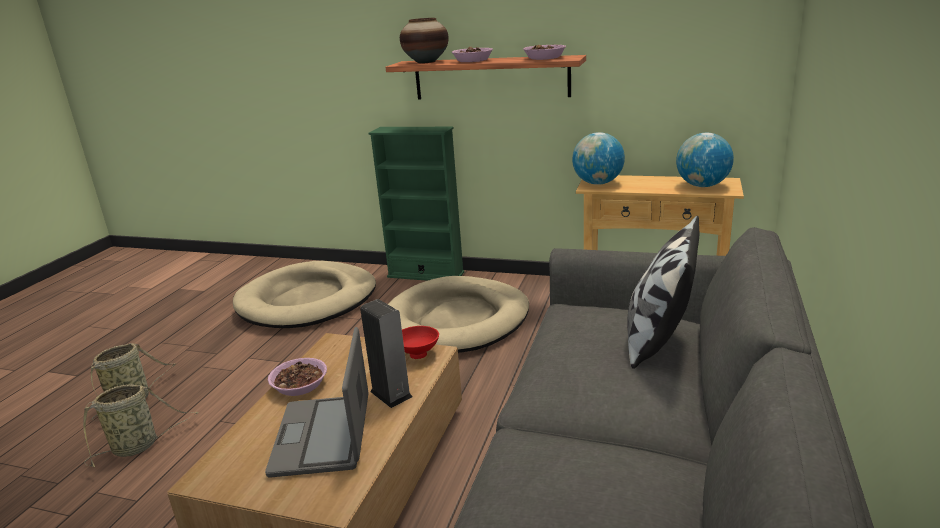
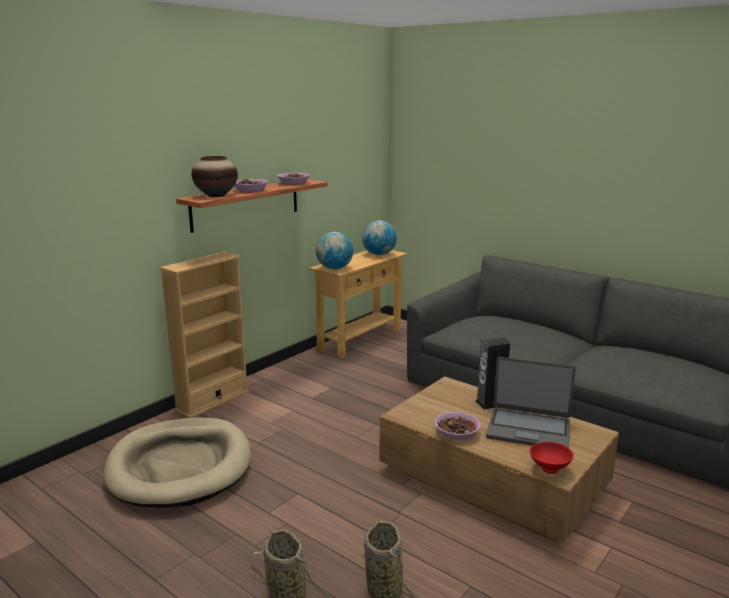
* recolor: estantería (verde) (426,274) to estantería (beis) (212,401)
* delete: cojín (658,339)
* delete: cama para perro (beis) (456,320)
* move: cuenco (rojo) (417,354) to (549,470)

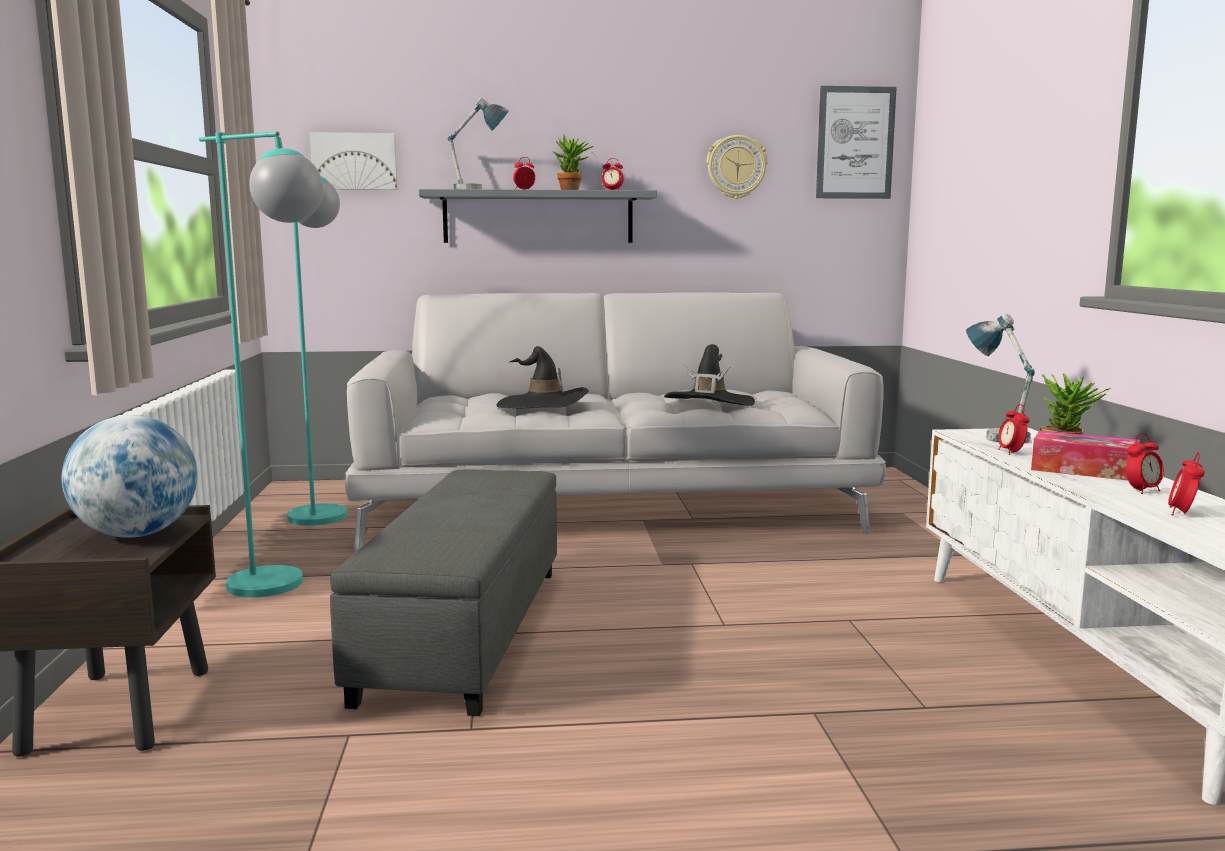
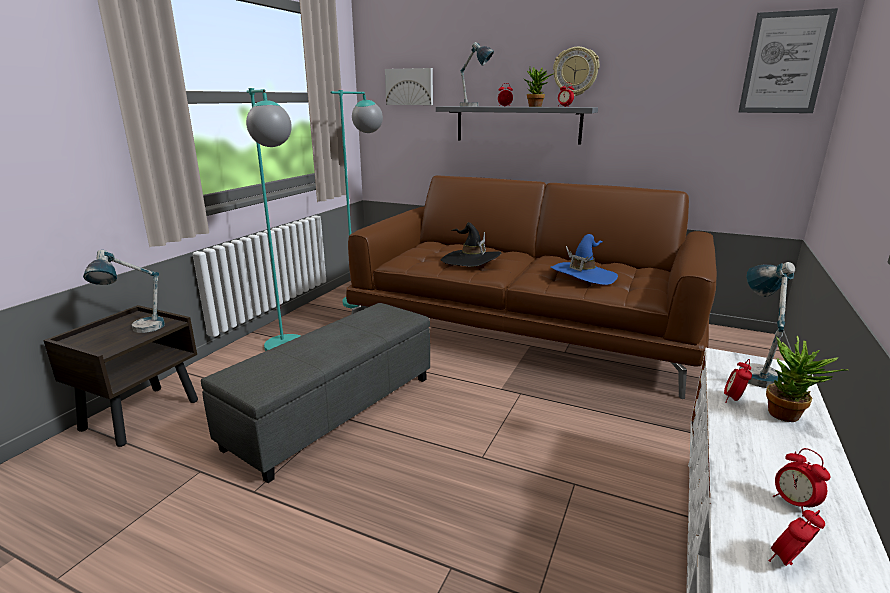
* move: reloj de pared (736,167) to (575,71)
* recolor: sofá (gris) (612,504) to sofá (marrón) (525,327)
* recolor: sombrero (negro) (709,402) to sombrero (azul) (583,276)
* replace: globo terráqueo (137,534) to lámpara de mesa (137,331)
* delete: caja de pañuelos (1083,470)
* rotate: despertador (1142,491) = (793,504) 60 degrees clockwise

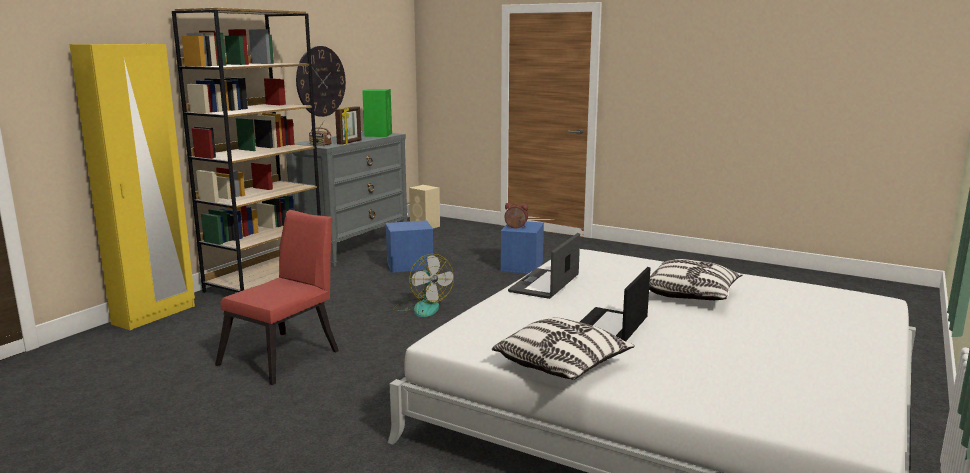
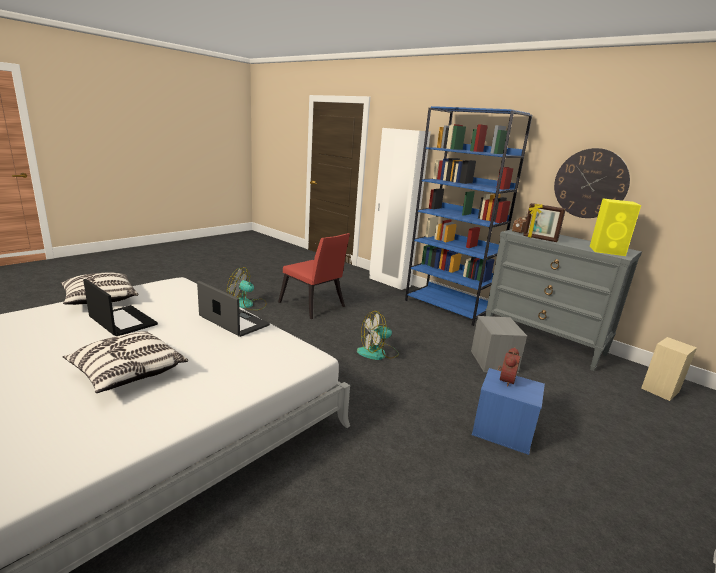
* recolor: estantería (marrón) (266,280) to estantería (azul) (448,307)
* recolor: armario ropero (amarillo) (154,315) to armario ropero (blanco) (389,282)
* recolor: altavoz (verde) (378,135) to altavoz (amarillo) (608,251)
* recolor: caja de almacenaje (azul) (409,265) to caja de almacenaje (gris) (492,361)
* insert: ventilador (248,304)

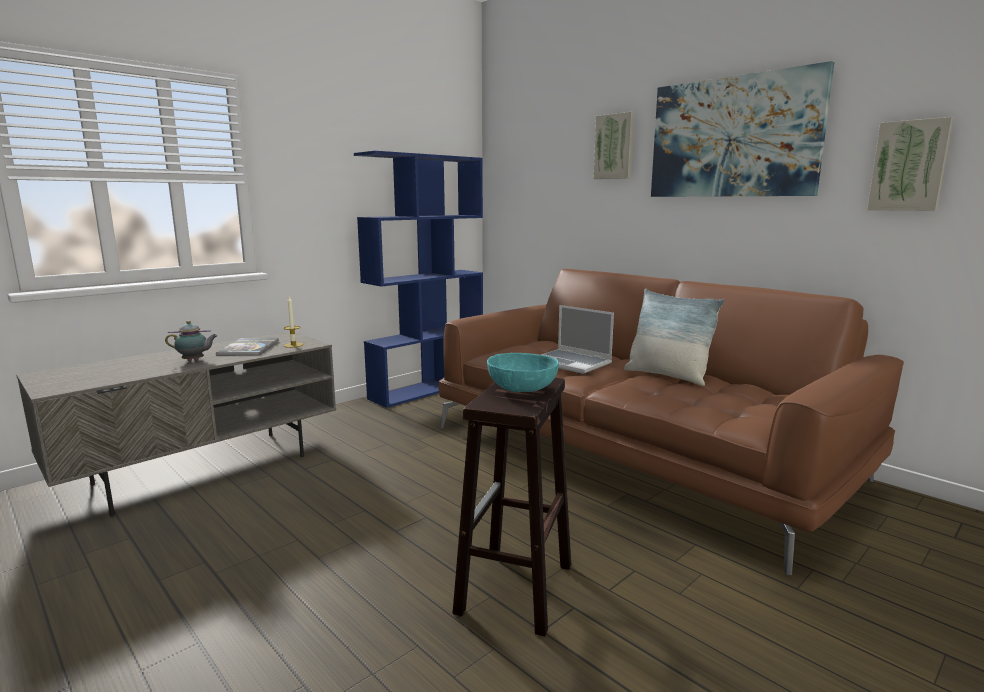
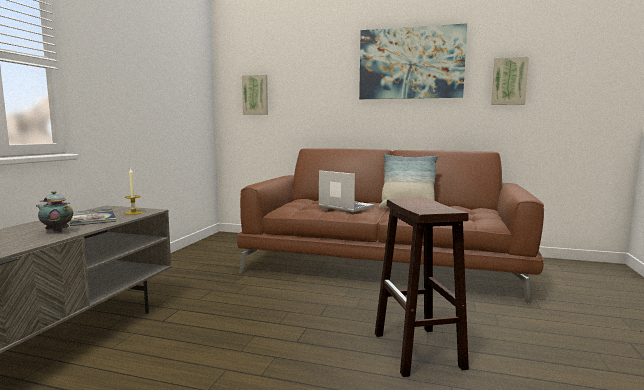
* move: cuadro (615,147) to (255,95)
* delete: estantería (azul) (428,389)
* rotate: portátil (572,363) = (345,207) 150 degrees counterclockwise
* rotate: tetera (194,361) = (56,231) 120 degrees counterclockwise
* delete: cuenco (turquesa) (522,389)

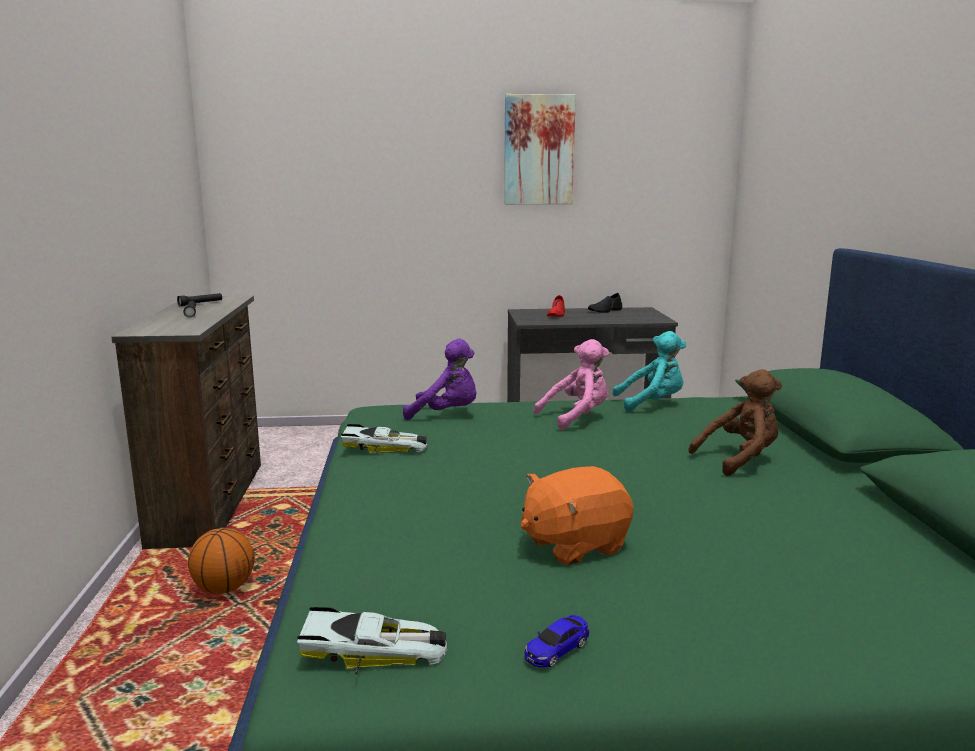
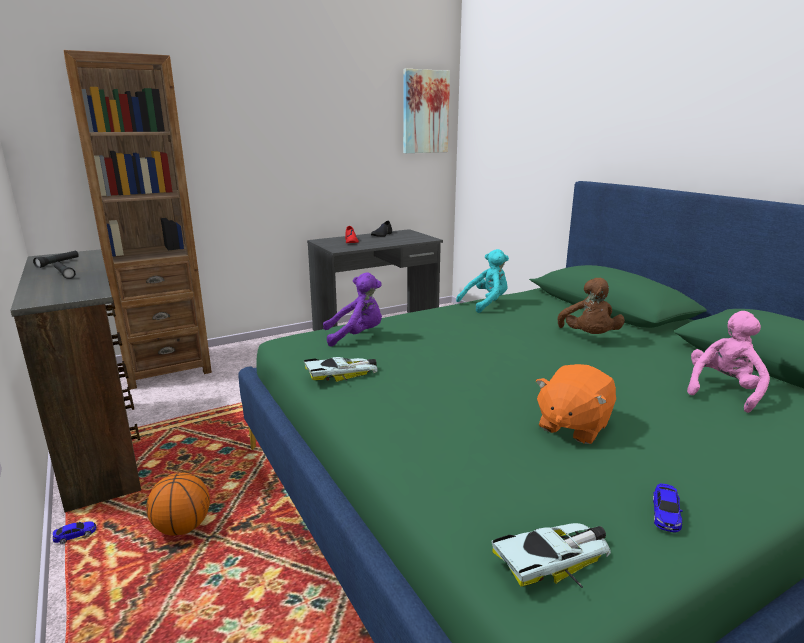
* move: cuadro (538,150) to (425,112)
* move: peluche (rosa) (577,417) to (723,391)
* rotate: peluche (marrón) (740,459) = (588,337) 135 degrees clockwise
* insert: estantería (marrón) (166,368)
* insert: coche de juguete (75,535)

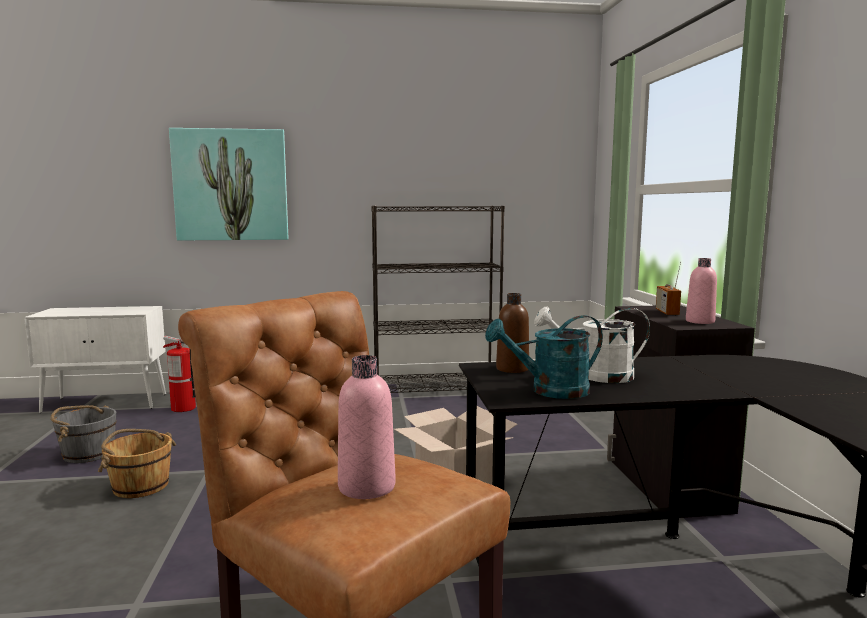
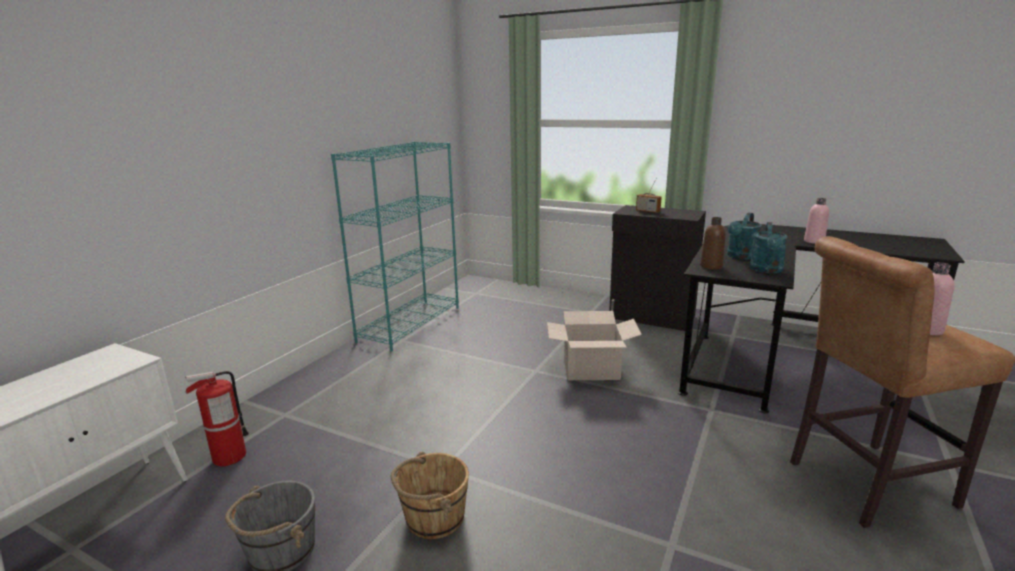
* delete: cuadro (231,185)
* recolor: estantería (negro) (437,390) to estantería (turquesa) (410,323)
* move: botella (rosa) (700,321) to (814,241)
* recolor: regadera (blanco) (595,376) to regadera (turquesa) (740,256)

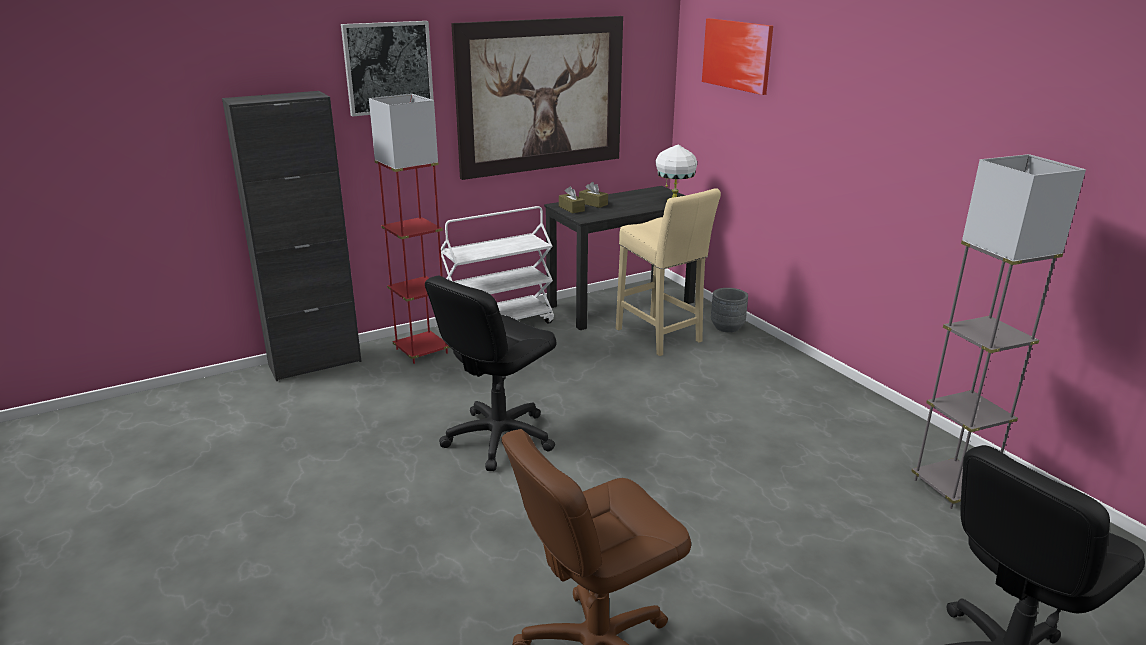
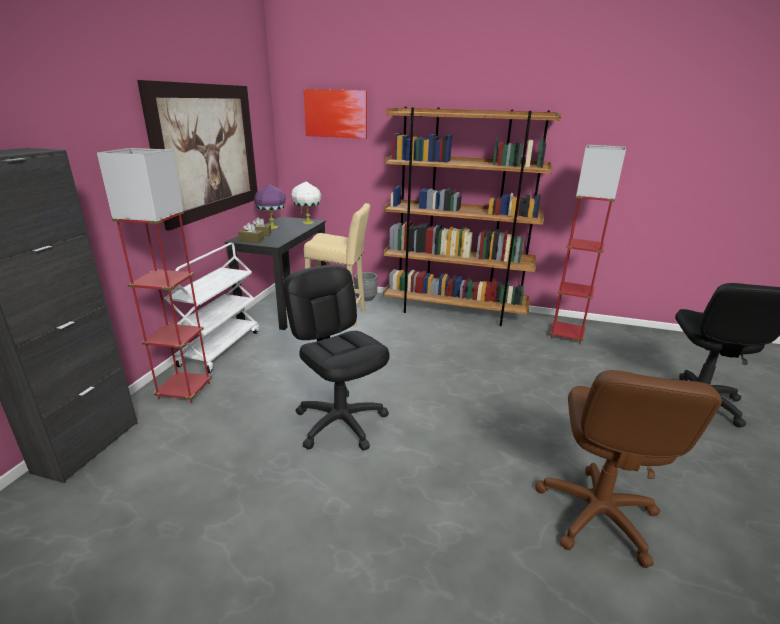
* delete: cuadro (388,67)
* recolor: lámpara de pie (gris) (952,488) to lámpara de pie (rojo) (566,335)
* rotate: silla de oficina (negro) (498,438) = (341,422) 150 degrees clockwise
* insert: estantería (marrón) (454,311)
* insert: lámpara de mesa (morado) (273,227)

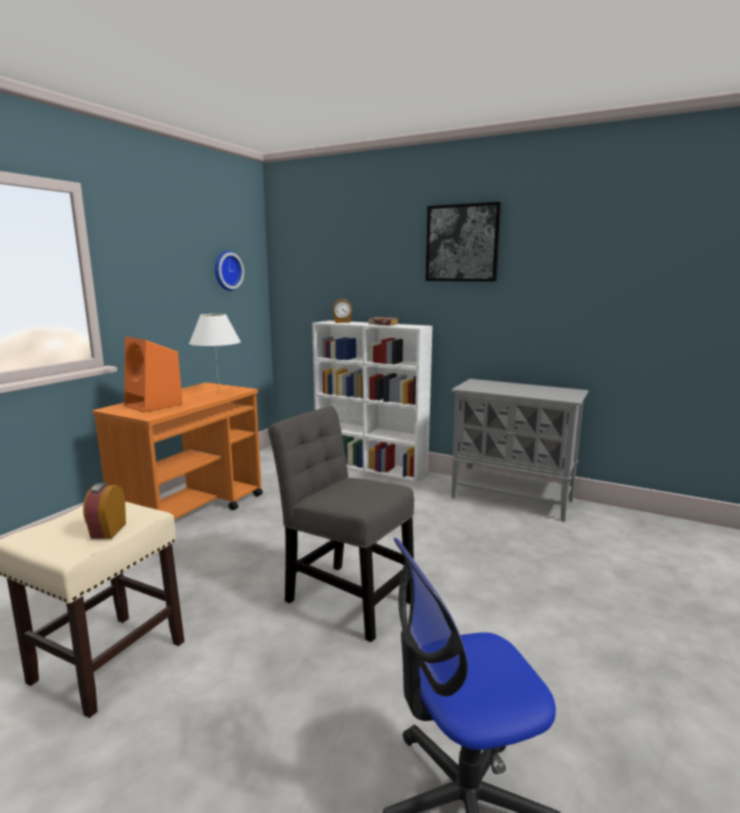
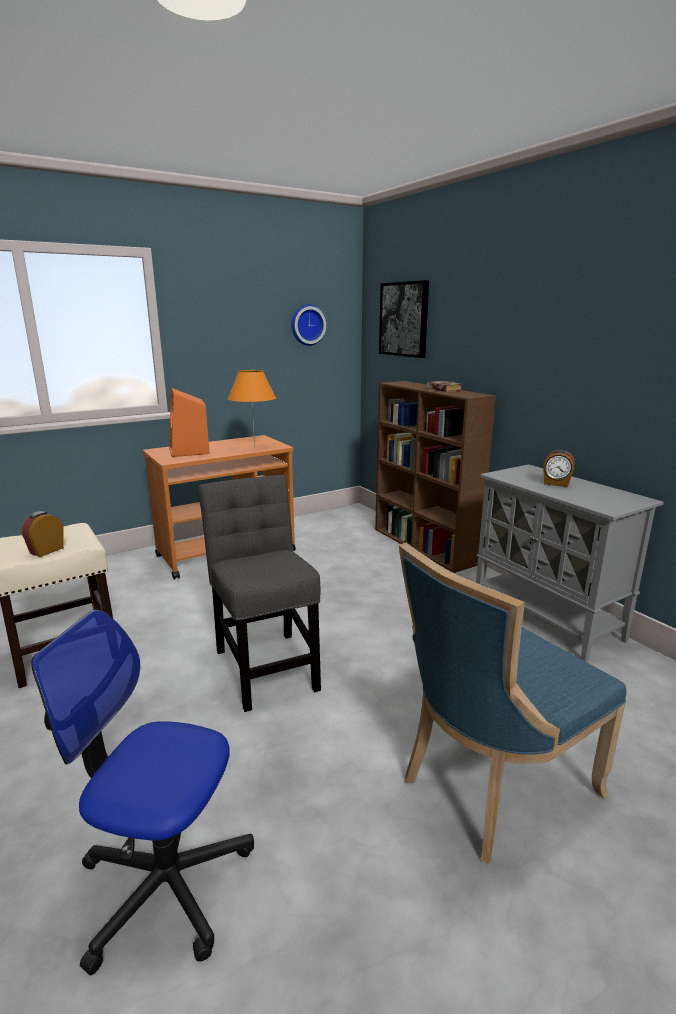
* move: cuadro (462,243) to (404,319)
* move: despertador (342,322) to (556,484)
* recolor: lámpara de mesa (blanco) (219,393) to lámpara de mesa (naranja) (254,447)
* recolor: estantería (blanco) (371,467) to estantería (marrón) (424,546)
* insert: silla (azul) (491,785)

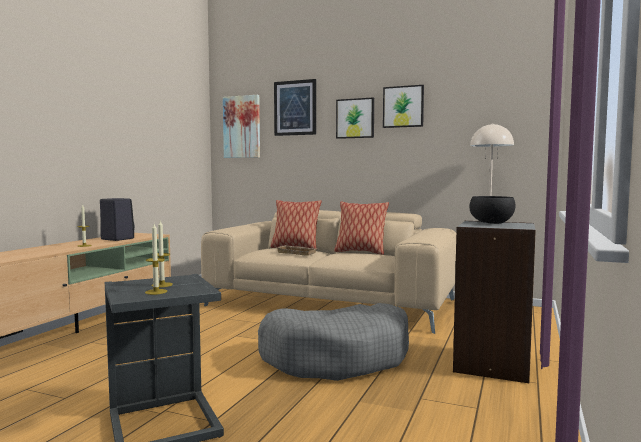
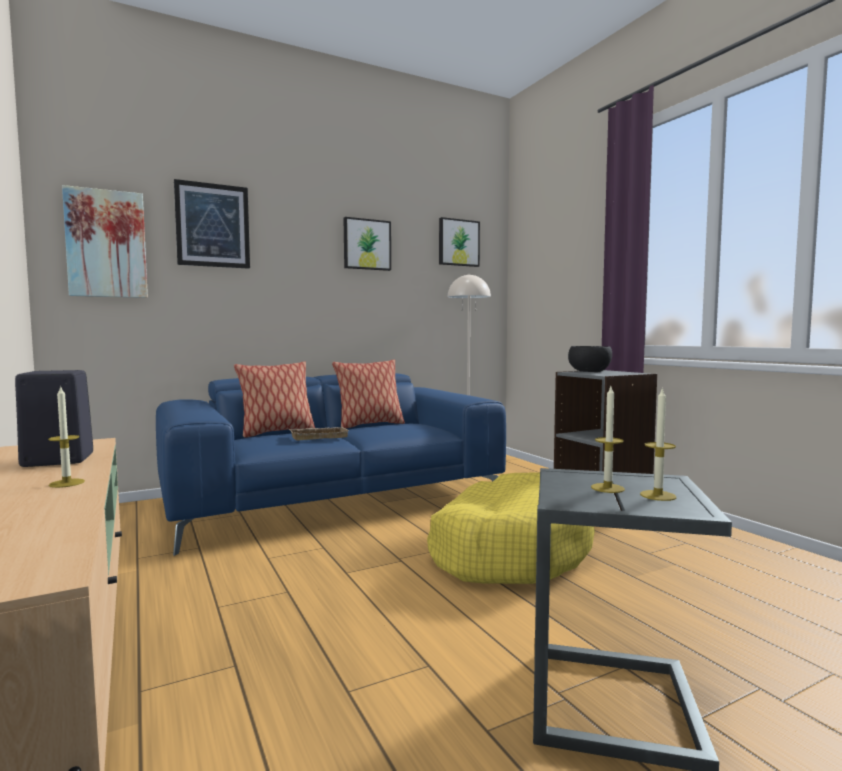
* move: cuadro (355,118) to (458,243)
* recolor: sofá (beis) (332,303) to sofá (azul) (334,498)
* recolor: cama para perro (gris) (337,358) to cama para perro (amarillo) (508,549)

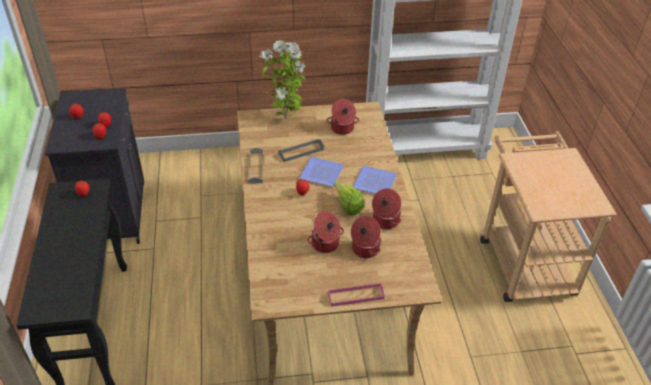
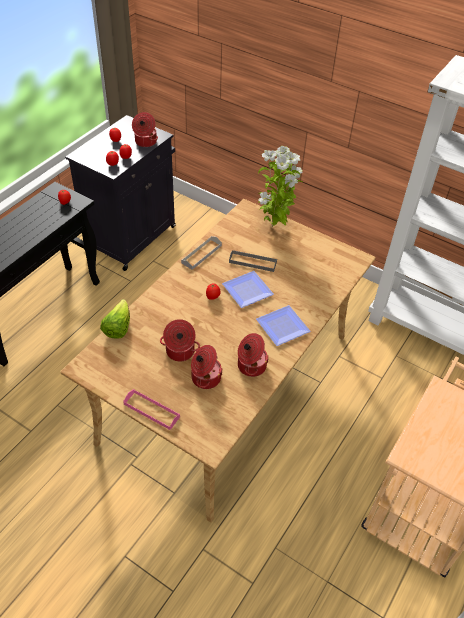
* move: olla (342,129) to (145,142)
* move: lechuga (348,206) to (118,328)

